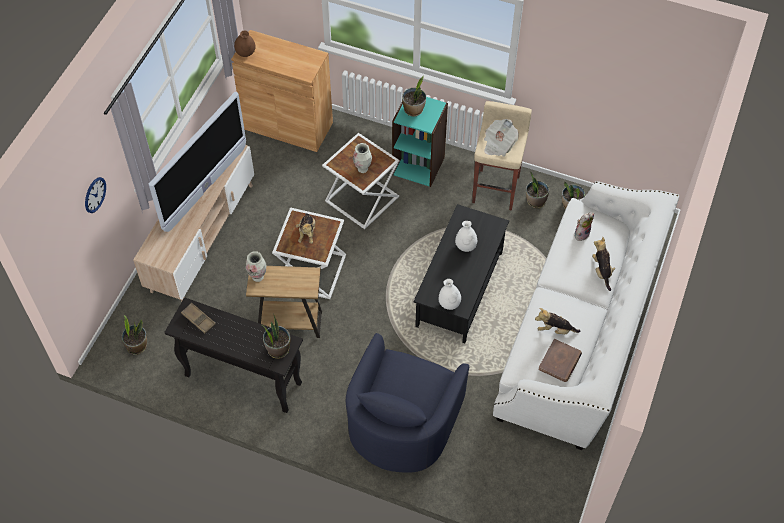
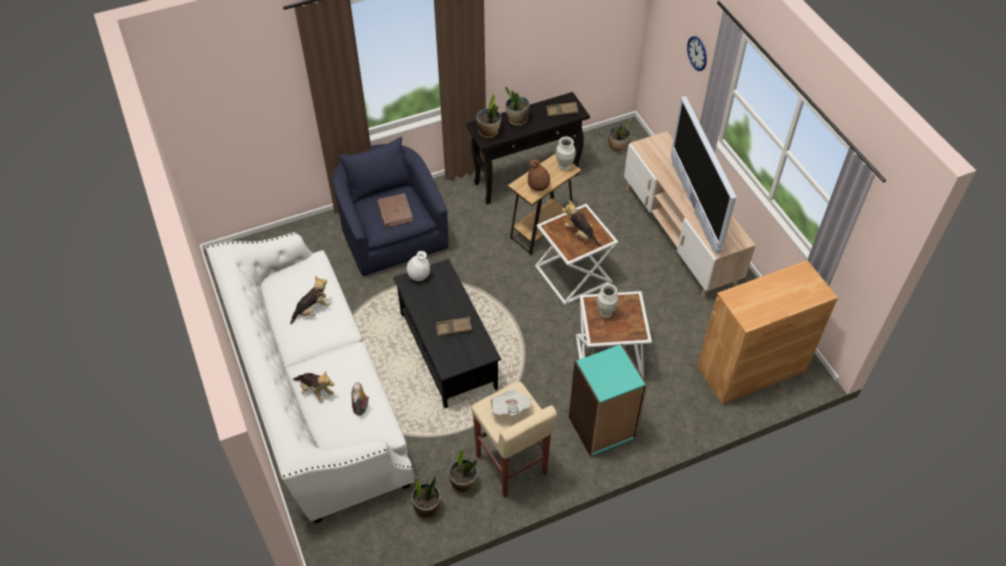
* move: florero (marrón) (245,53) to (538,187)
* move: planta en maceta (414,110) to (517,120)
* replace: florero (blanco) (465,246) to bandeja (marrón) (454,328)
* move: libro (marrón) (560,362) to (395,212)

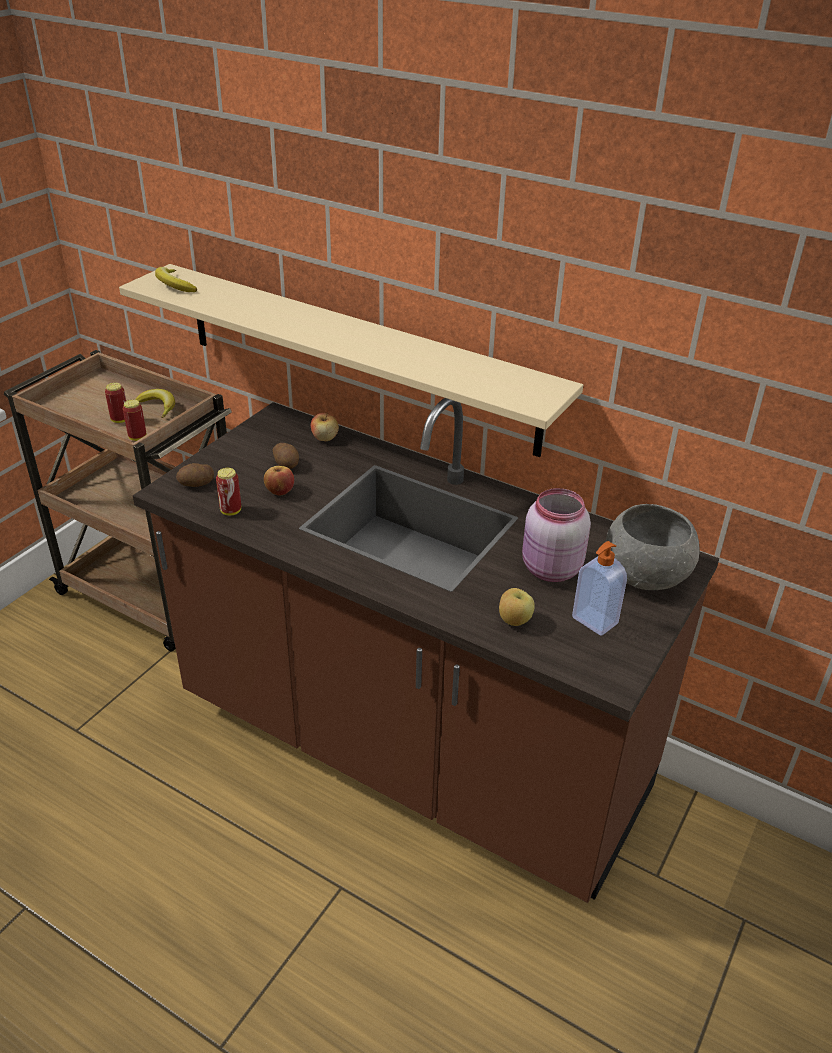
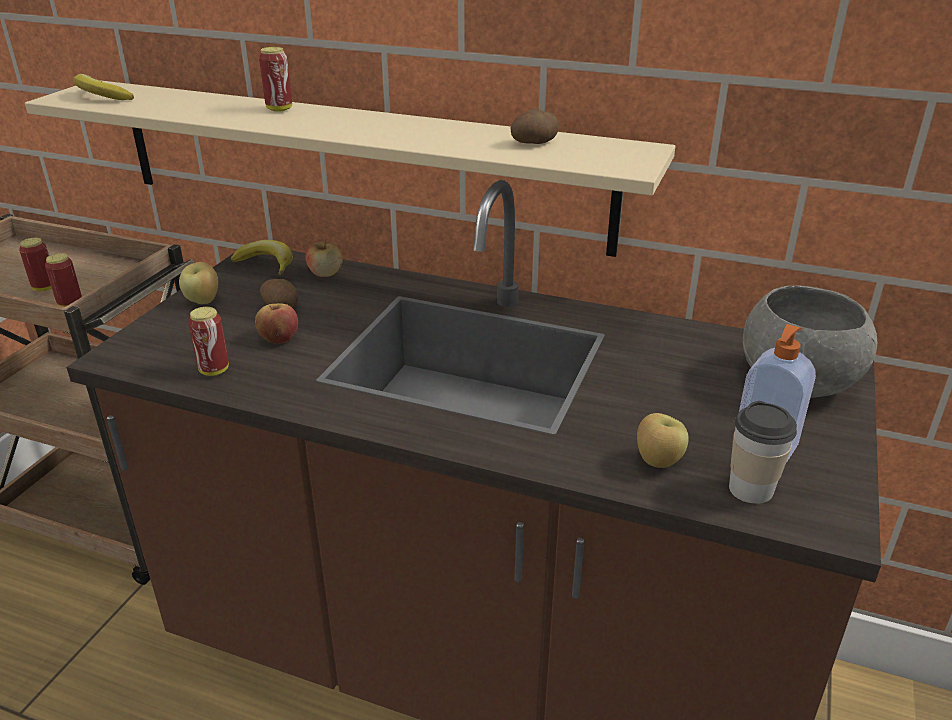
* move: plátano (158,406) to (267,264)
* move: patata (196,484) to (535,143)
* delete: tarro (rosa) (550,569)
* insert: lata (279,109)
* insert: manzana (203,301)
* insert: taza (751,489)

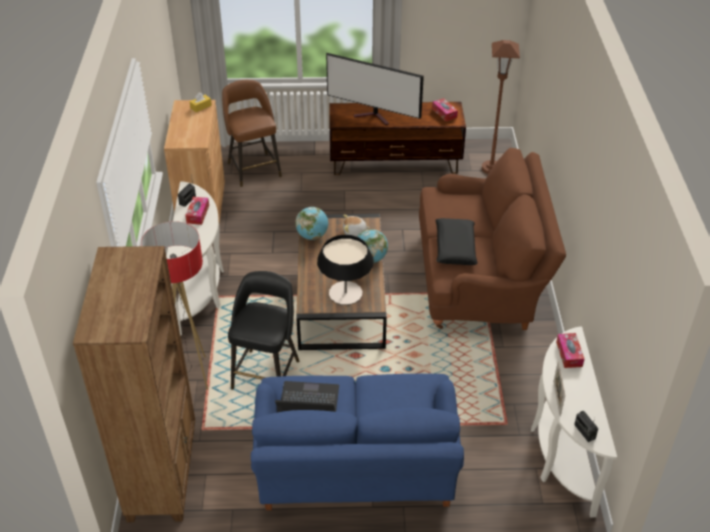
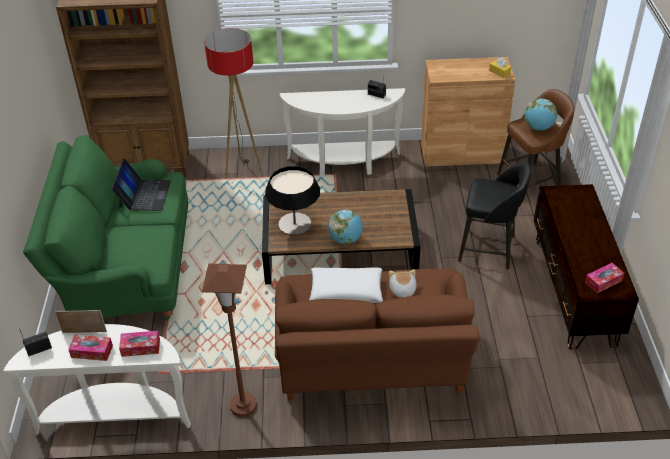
* move: lámpara de pie (marrón) (491,168) to (243,405)
* delete: televisor (374,117)
* move: caja de pañuelos (198,214) to (92,351)
* move: globo terráqueo (312,236) to (538,128)
* move: peluche (354,232) to (402,290)
* recolor: cojín (negro) (455,247) to cojín (blanco) (346,290)
* move: taburete (negro) (266,373) to (489,249)
* recolor: sofá (azul) (356,472) to sofá (verde) (125,268)

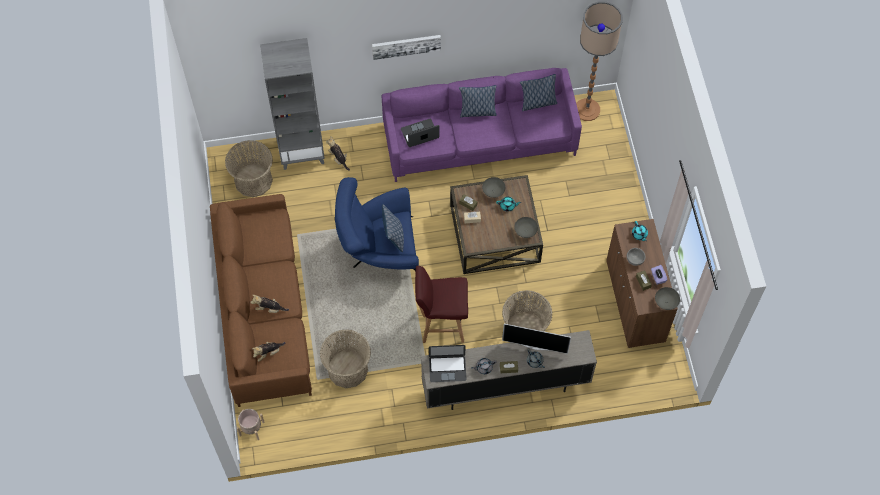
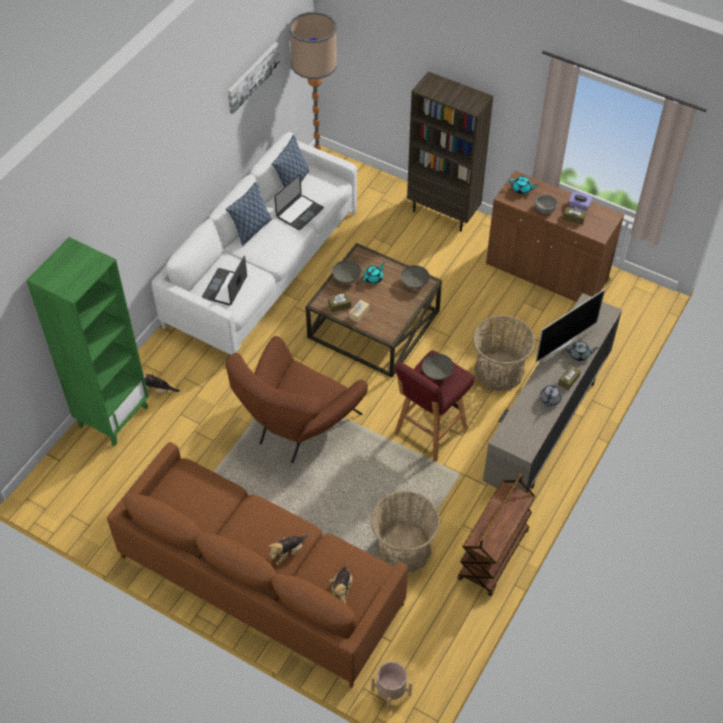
* move: cuadro (406,46) to (252,77)
* recolor: estantería (gris) (302,152) to estantería (verde) (113,416)
* recolor: sofá (morado) (479,140) to sofá (blanco) (263,269)
* delete: cesta (253,180)
* recolor: sillón (azul) (379,251) to sillón (marrón) (297,428)
* delete: cojín (394,237)
* move: cuenco (gris) (666,302) to (436,373)
* move: portátil (447,368) to (299,212)
* insert: estantería (marrón) (444,213)
* insert: carrito (marrón) (493,555)

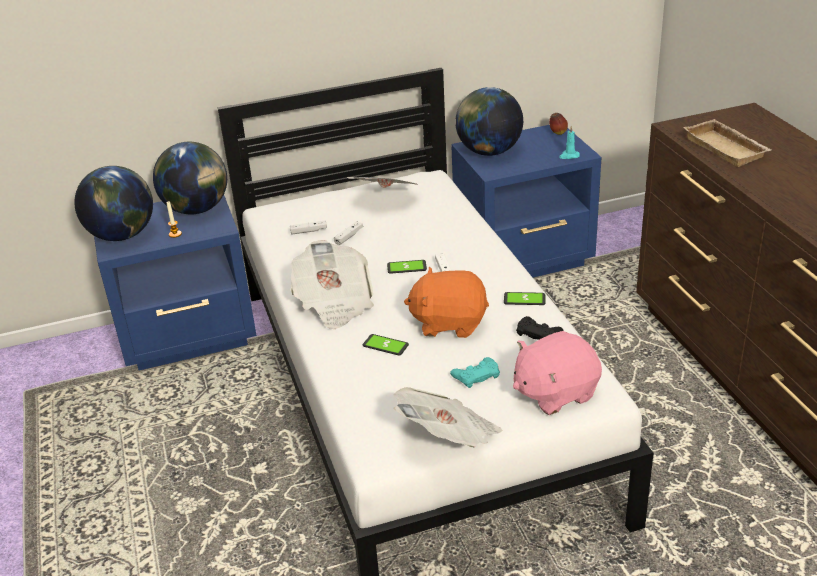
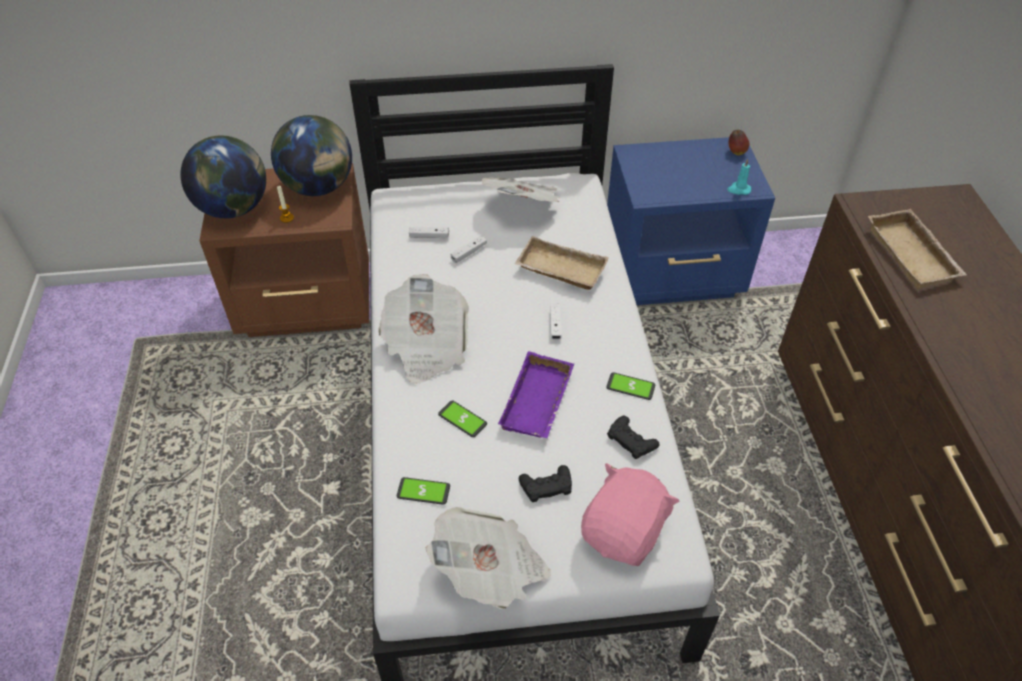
* delete: globo terráqueo (489,152)
* recolor: mesita de noche (azul) (190,337) to mesita de noche (marrón) (308,305)
* move: móvil (406,267) to (423,491)
* replace: peluche (naranja) (449,323) to bandeja (morado) (539,402)
* rotate: peluche (rosa) (554,392) = (624,532) 135 degrees clockwise
* recolor: mando de consola (turquesa) (476,375) to mando de consola (negro) (546,486)
* insert: bandeja (beis) (559,270)

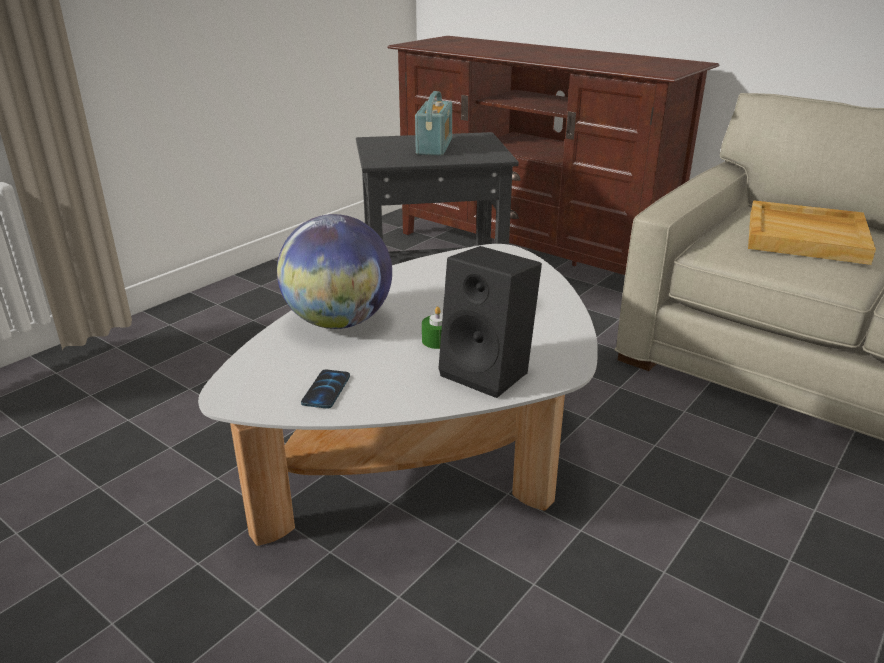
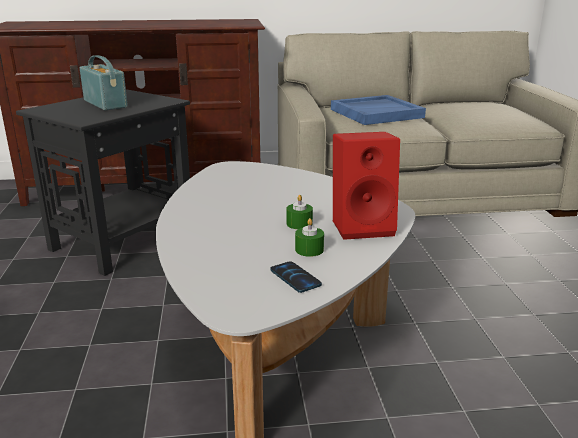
* recolor: bandeja (beis) (807,236) to bandeja (azul) (376,113)
* delete: globo terráqueo (339,322)
* recolor: altavoz (negro) (490,372) to altavoz (rojo) (363,226)
* insert: vela (verde) (309,250)

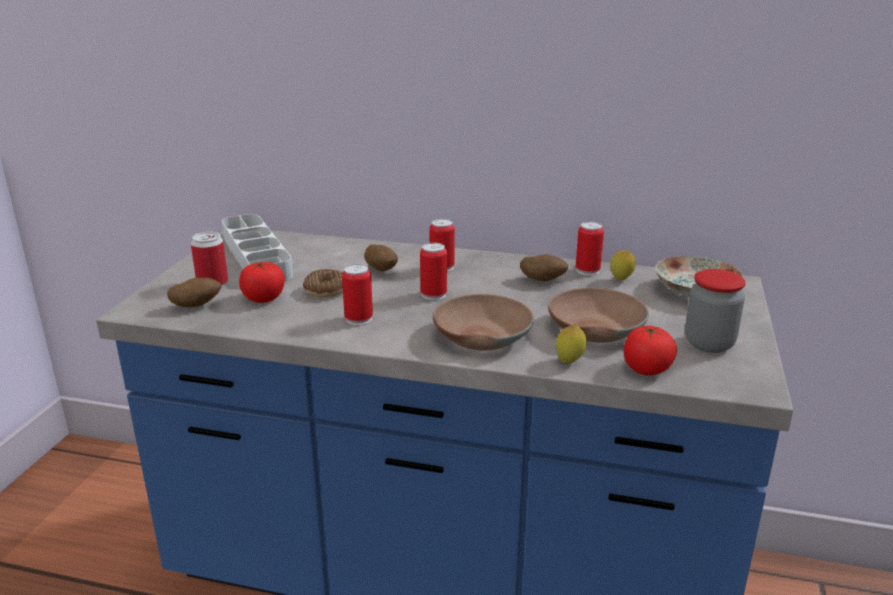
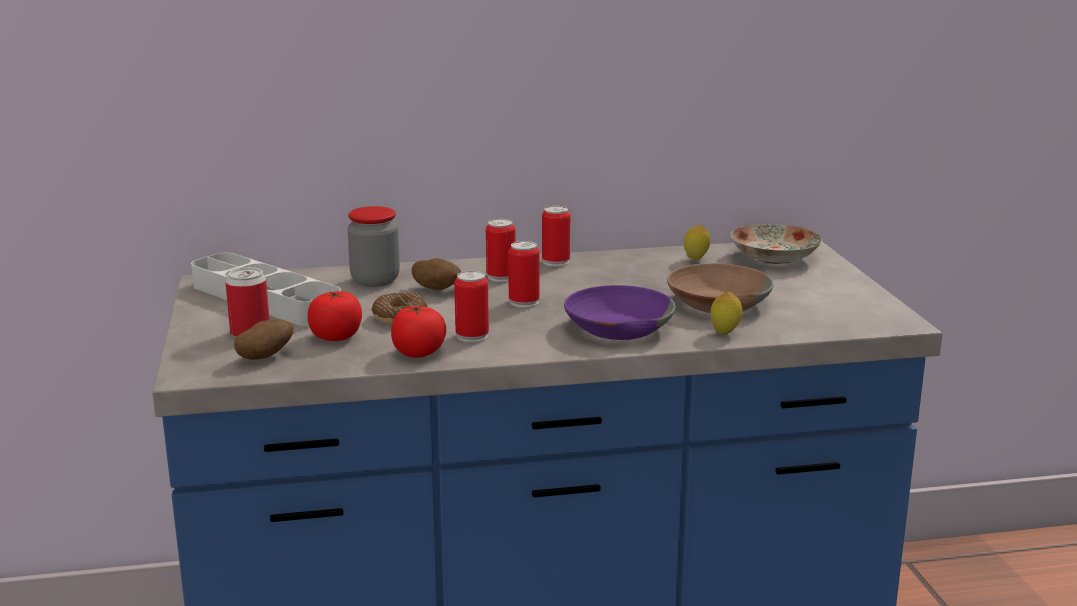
* move: lata (587,270) to (555,262)
* delete: patata (543,280)
* move: tarro (709,343) to (375,280)
* recolor: cuenco (marrón) (480,335) to cuenco (morado) (616,328)
* move: tomate (647,369) to (419,353)

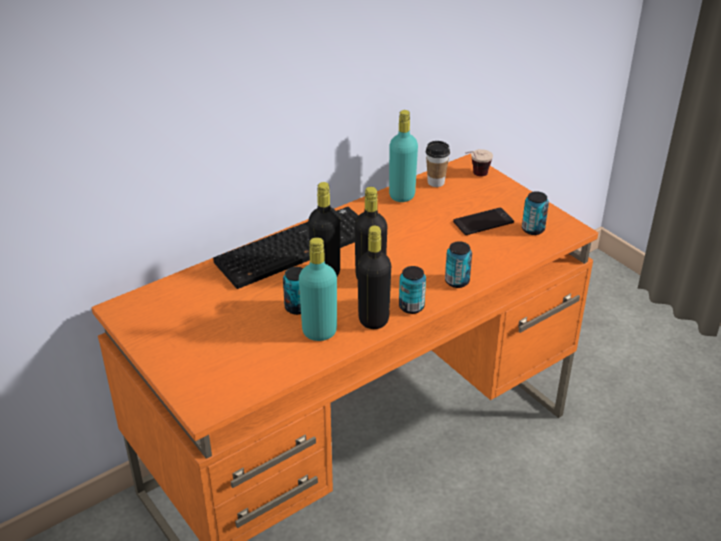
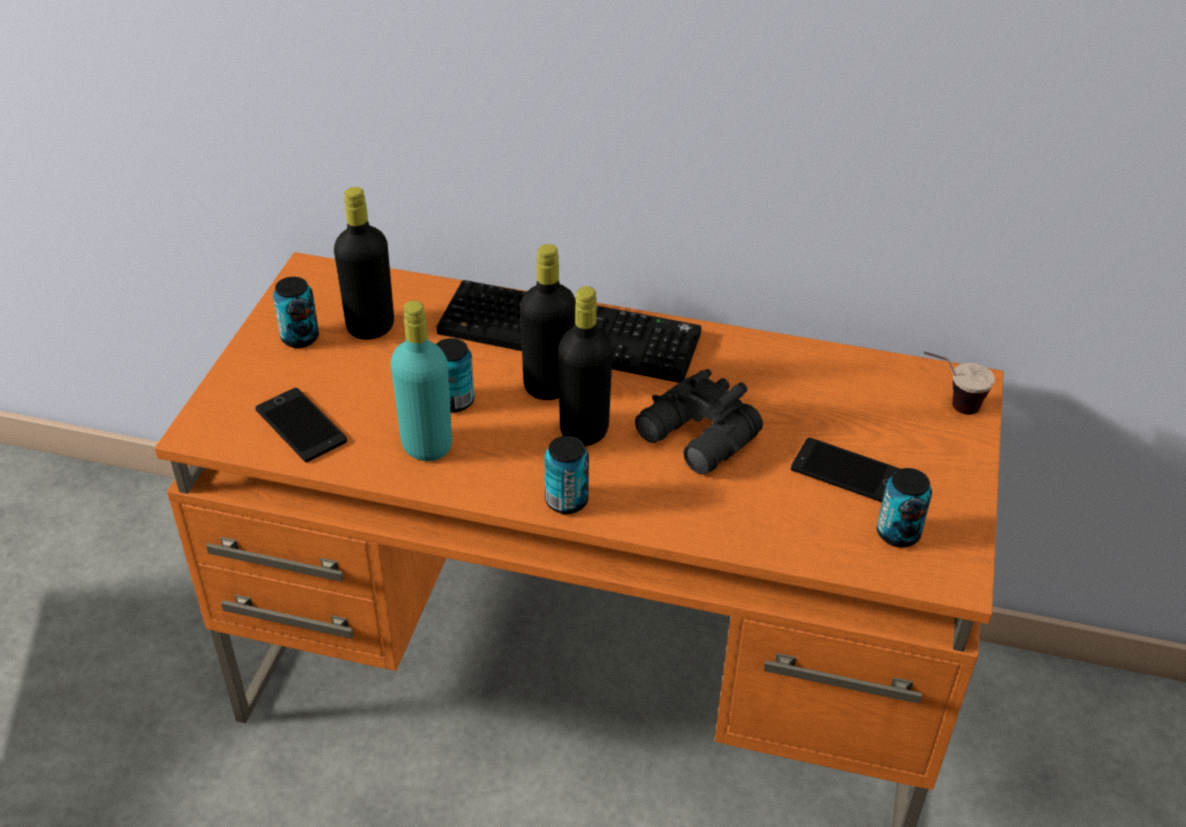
* delete: botella (turquesa) (402,195)
* delete: taza (436,182)
* move: botella (negro) (373,320) to (370,327)
* move: lata (457,281) to (300,338)
* insert: prismáticos (negro) (697,439)
* insert: móvil (301,425)

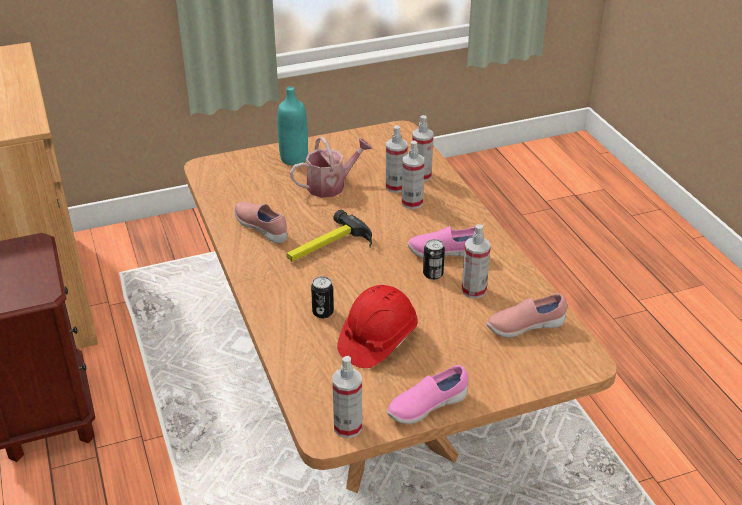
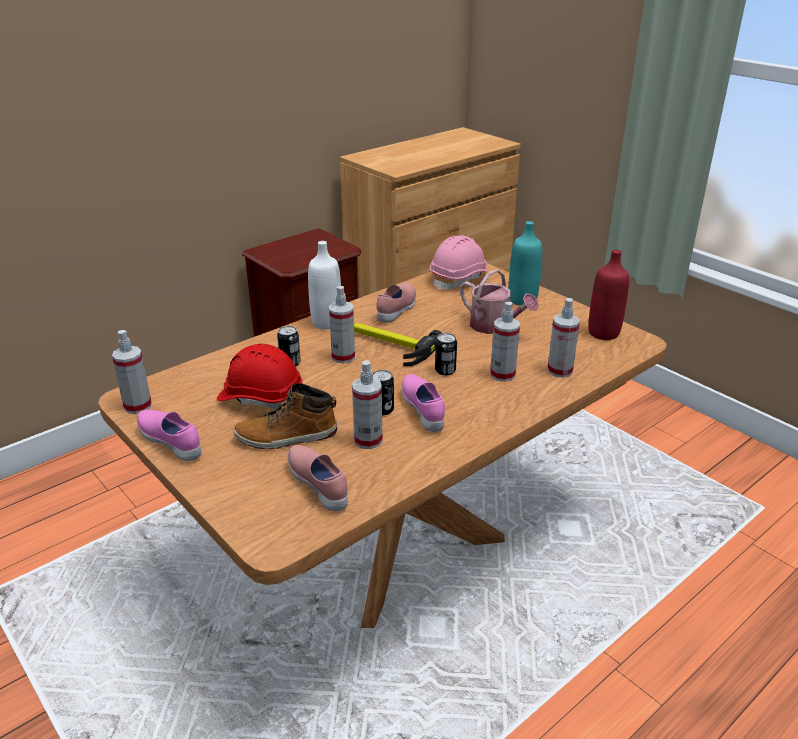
* move: pulverizador (395,187) to (343,357)
* insert: casco (rosa) (460,279)
* insert: botella (blanco) (326,323)
* insert: botella (rojo) (603,333)
* insert: lata (445,370)
* insert: bota (287,437)

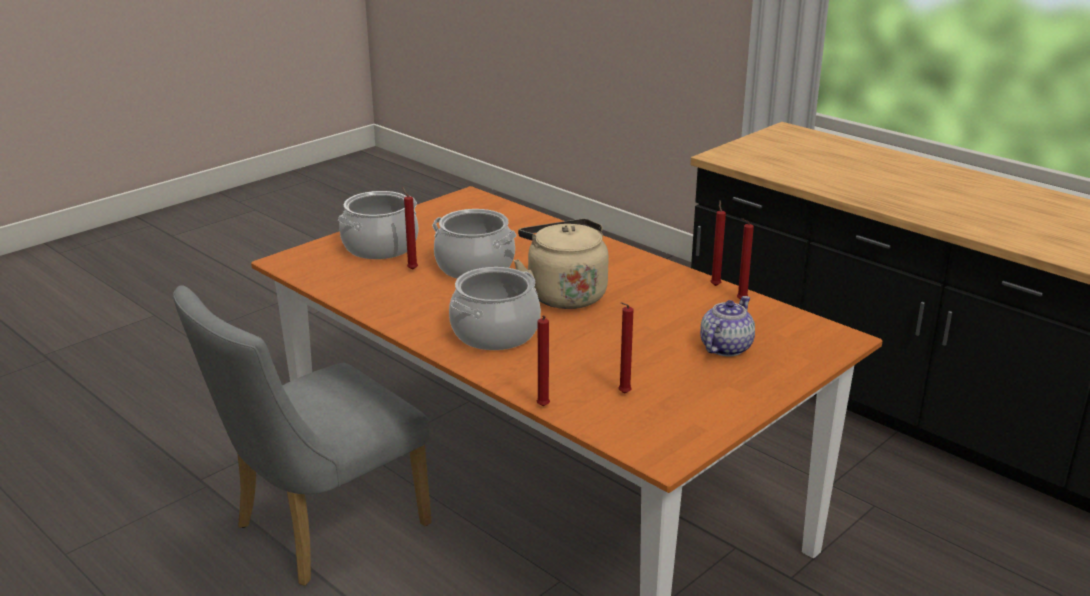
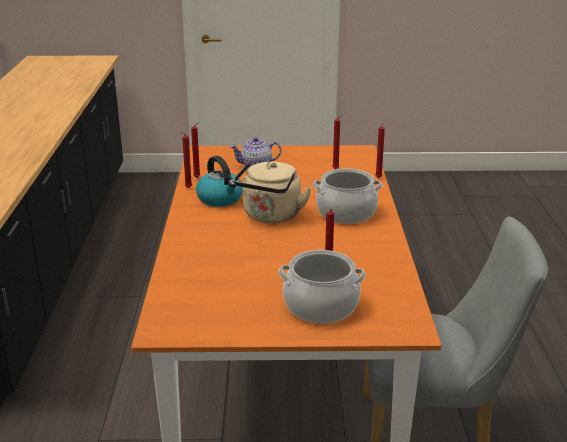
* delete: olla (475,267)
* insert: hervidor (220,199)

